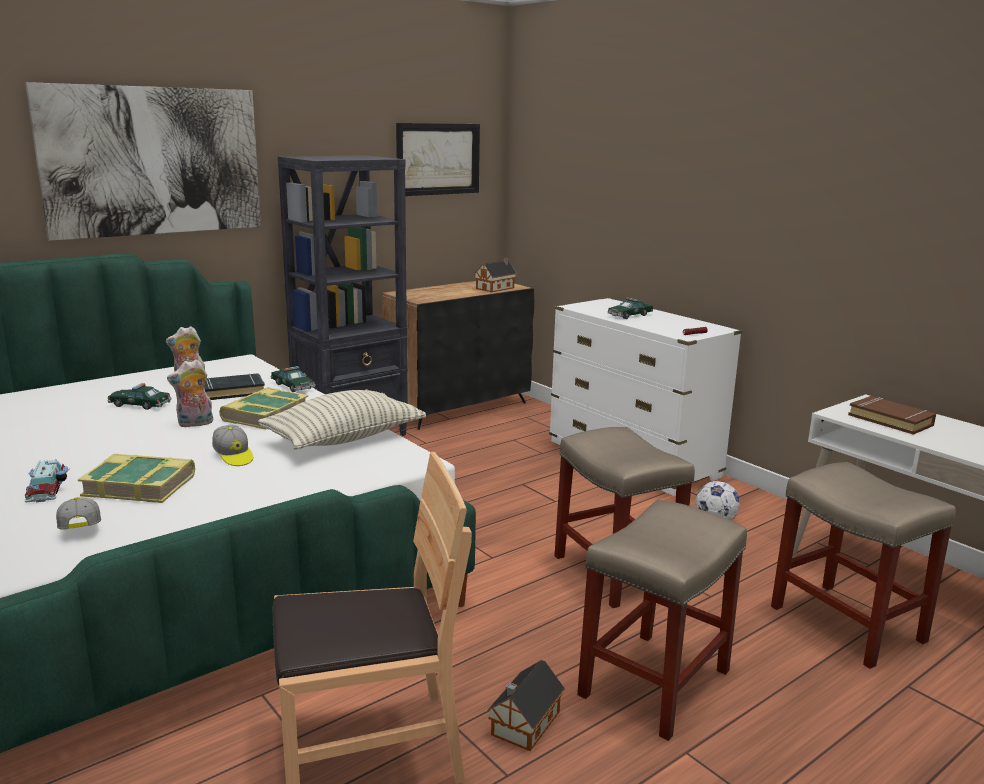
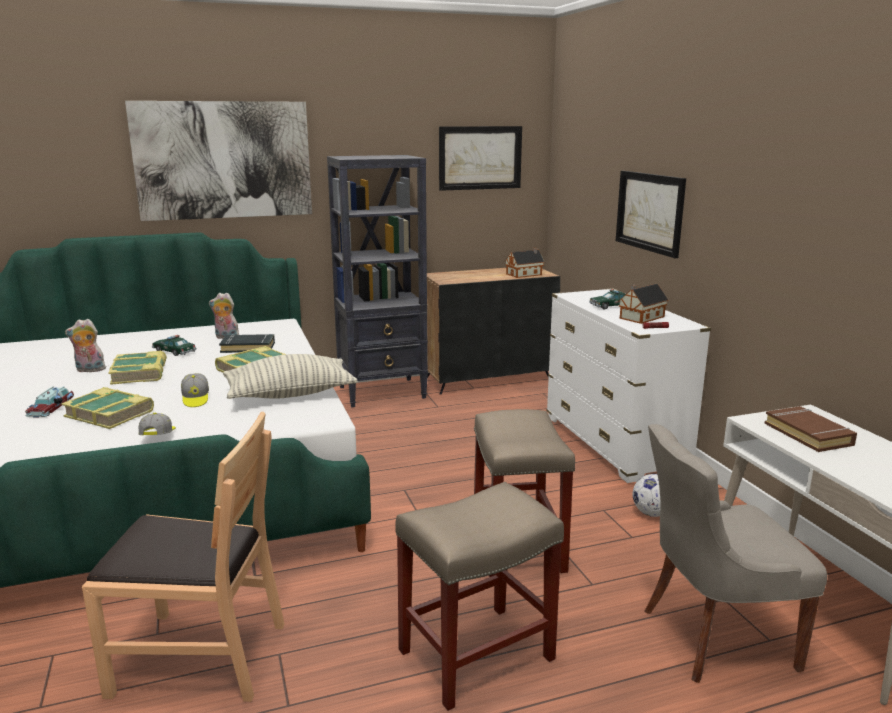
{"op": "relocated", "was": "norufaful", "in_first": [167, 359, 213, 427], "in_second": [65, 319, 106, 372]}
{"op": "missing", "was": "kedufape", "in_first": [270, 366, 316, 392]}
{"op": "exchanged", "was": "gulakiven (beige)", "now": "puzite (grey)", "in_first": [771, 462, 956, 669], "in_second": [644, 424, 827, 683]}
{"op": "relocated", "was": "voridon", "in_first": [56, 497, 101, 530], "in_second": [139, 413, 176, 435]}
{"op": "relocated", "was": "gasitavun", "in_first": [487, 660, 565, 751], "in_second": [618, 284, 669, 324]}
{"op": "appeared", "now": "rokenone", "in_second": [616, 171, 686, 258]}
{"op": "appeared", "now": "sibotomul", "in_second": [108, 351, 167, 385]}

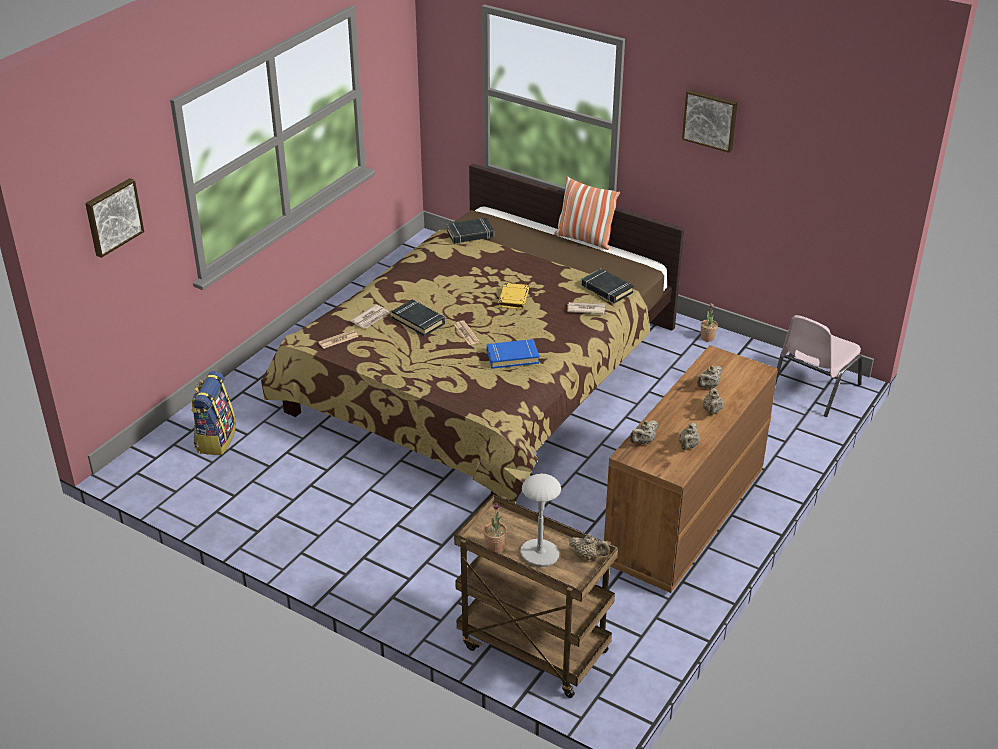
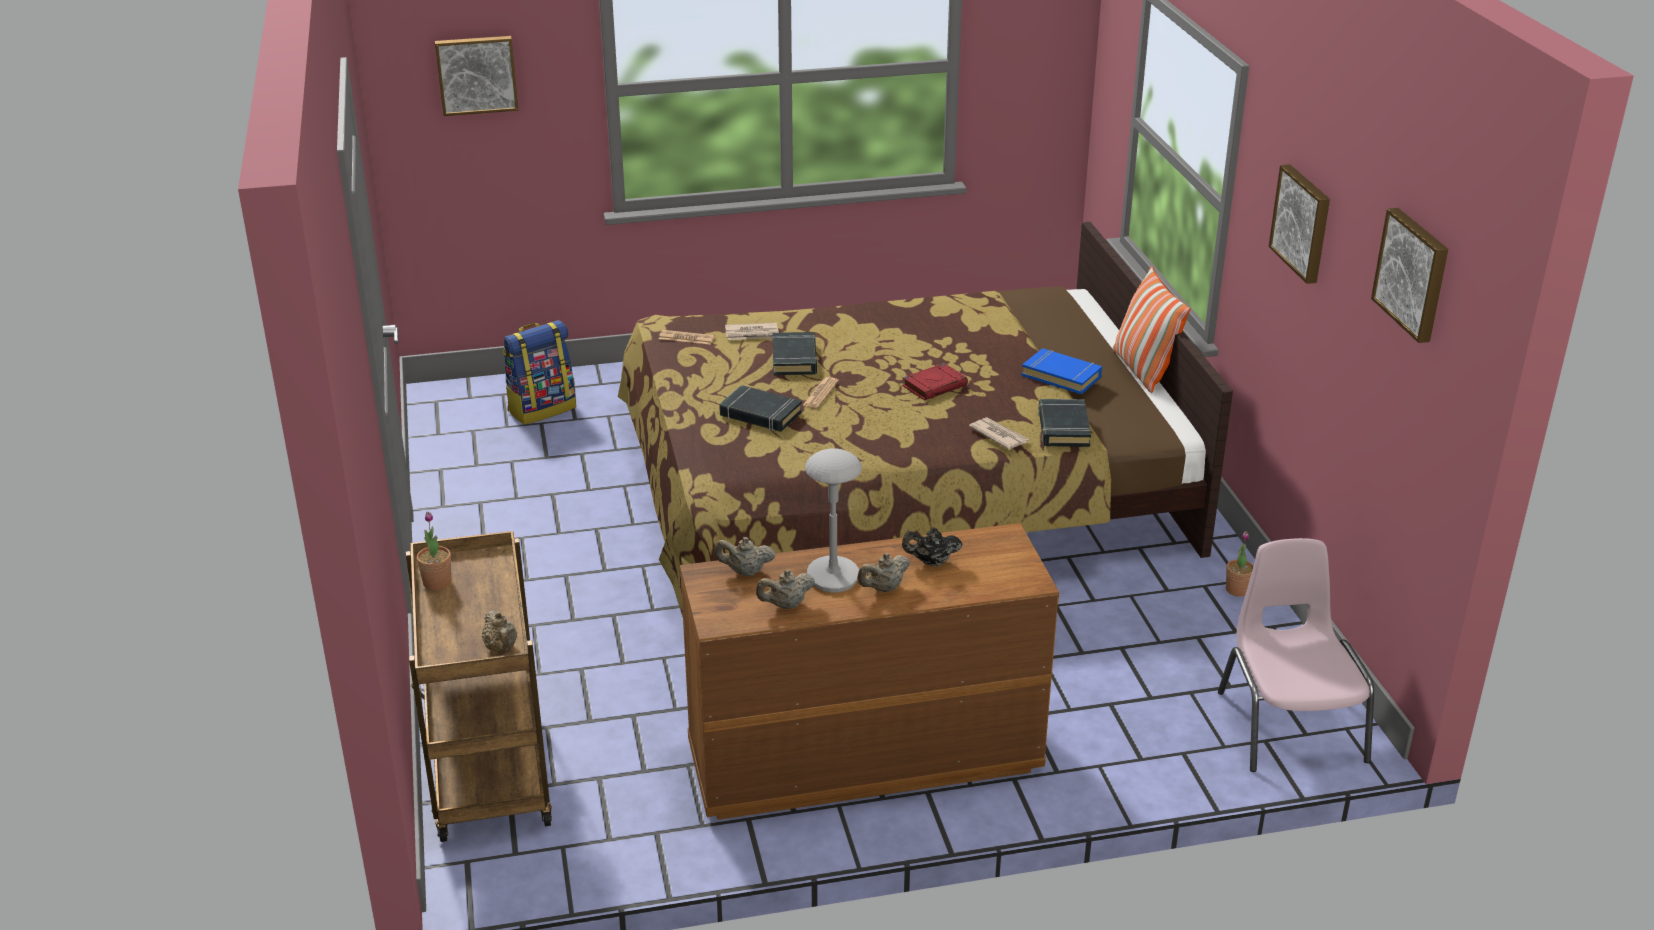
{"op": "relocated", "was": "sibotomul (black)", "in_first": [447, 218, 494, 244], "in_second": [719, 385, 802, 432]}
{"op": "colour", "was": "sibotomul (yellow)", "now": "sibotomul (red)", "in_first": [499, 283, 529, 309], "in_second": [902, 363, 968, 400]}
{"op": "spun", "was": "puzite (pink)", "in_first": [775, 315, 862, 417], "in_second": [1218, 538, 1374, 772], "clockwise": 90}
{"op": "relocated", "was": "sibotomul (blue)", "in_first": [487, 339, 539, 369], "in_second": [1021, 348, 1102, 394]}
{"op": "colour", "was": "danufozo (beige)", "now": "danufozo (black)", "in_first": [697, 366, 722, 389], "in_second": [902, 527, 963, 566]}
{"op": "relocated", "was": "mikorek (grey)", "in_first": [520, 473, 561, 567], "in_second": [805, 448, 862, 593]}
{"op": "appeared", "now": "rokenone", "in_second": [1371, 208, 1448, 343]}

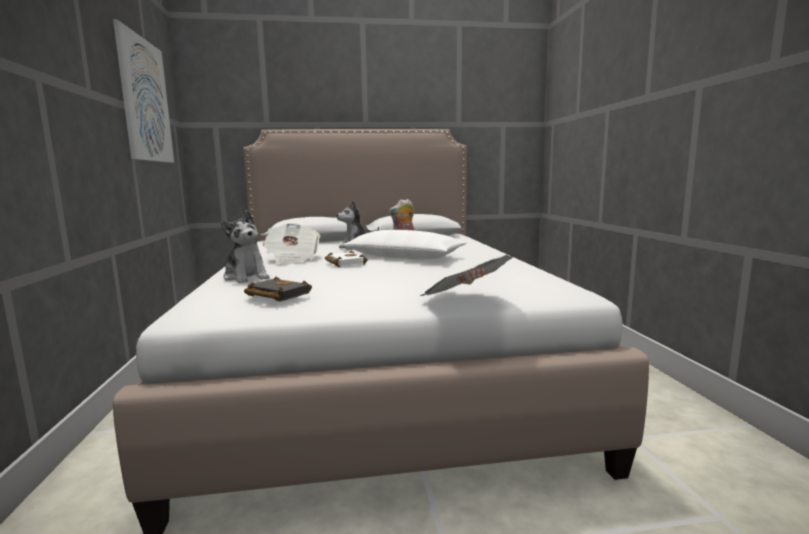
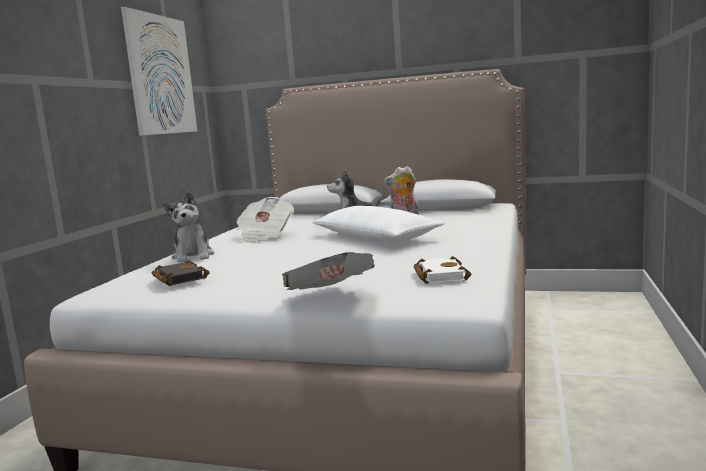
{"op": "relocated", "was": "sibotomul (white)", "in_first": [325, 251, 368, 267], "in_second": [414, 256, 471, 284]}

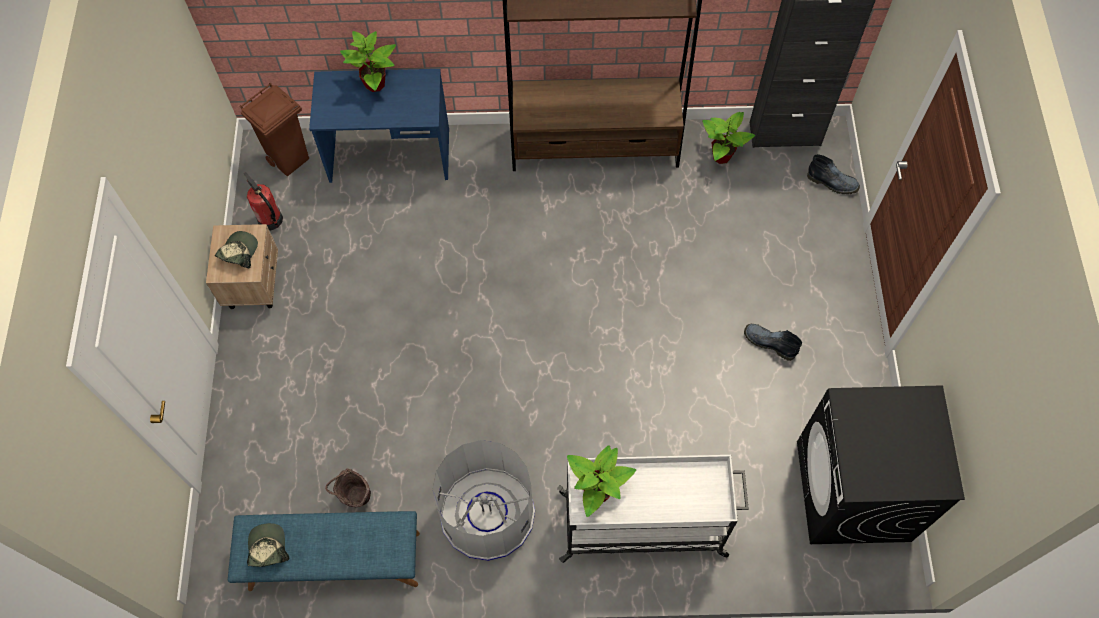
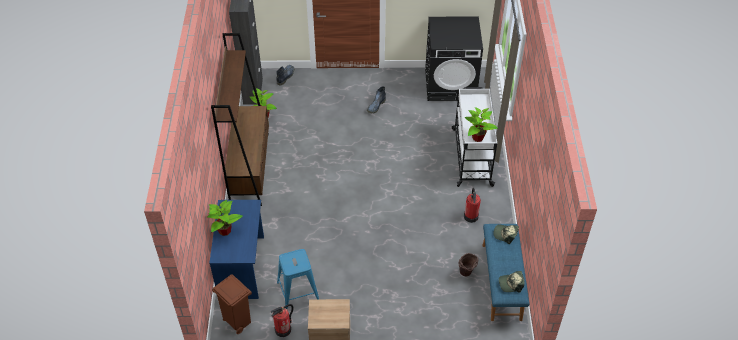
{"op": "relocated", "was": "voridon", "in_first": [215, 231, 258, 268], "in_second": [493, 224, 519, 244]}
{"op": "exchanged", "was": "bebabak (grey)", "now": "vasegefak", "in_first": [433, 440, 535, 561], "in_second": [464, 188, 481, 223]}
{"op": "appeared", "now": "gulakiven (blue)", "in_second": [277, 249, 319, 309]}

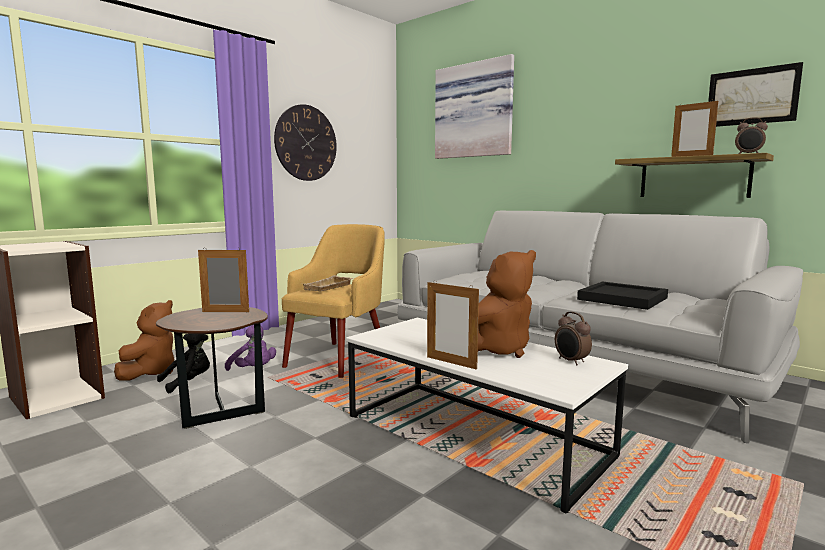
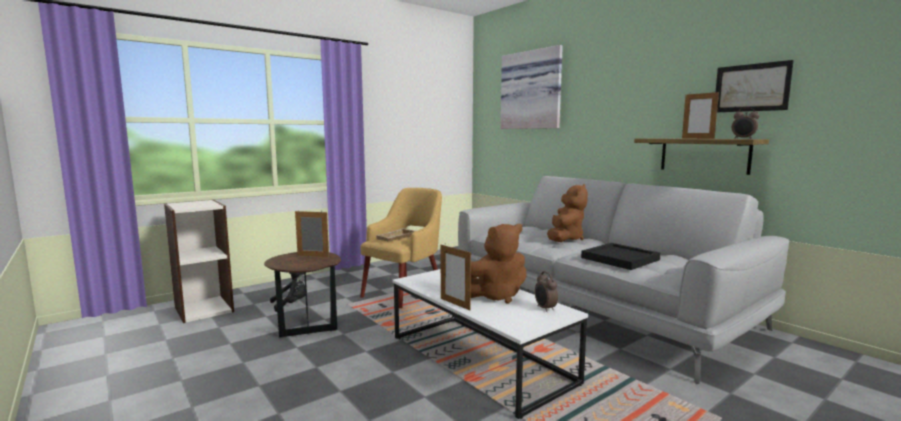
{"op": "missing", "was": "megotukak", "in_first": [274, 104, 337, 181]}
{"op": "relocated", "was": "norufaful (brown)", "in_first": [114, 300, 174, 381], "in_second": [547, 184, 588, 242]}
{"op": "missing", "was": "norufaful (purple)", "in_first": [225, 325, 276, 371]}

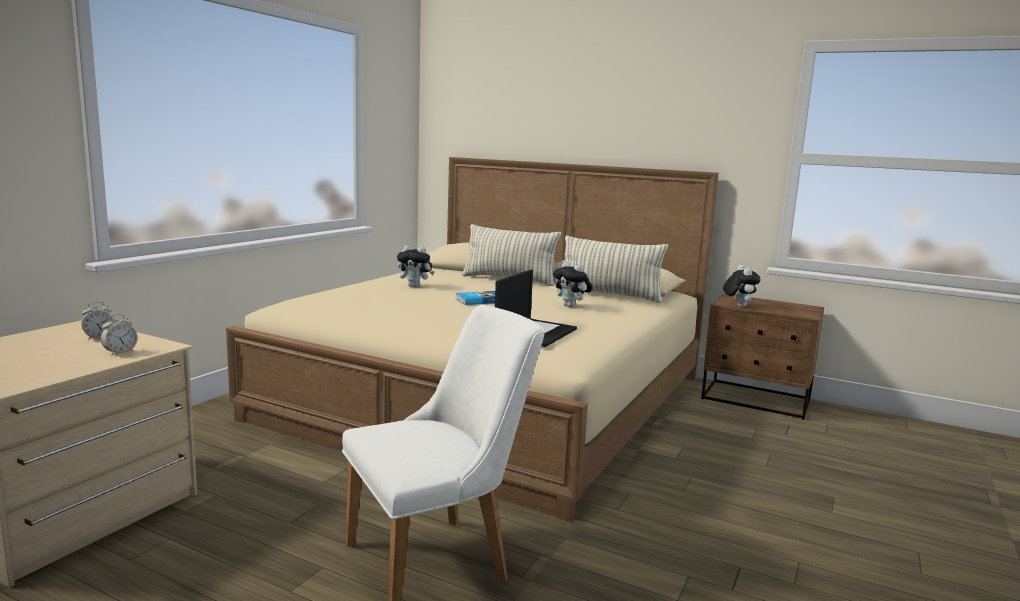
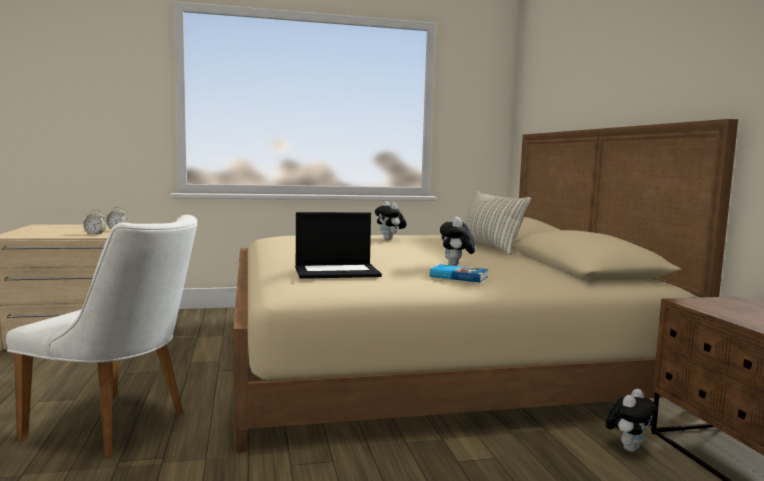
{"op": "missing", "was": "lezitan", "in_first": [557, 235, 668, 303]}
{"op": "relocated", "was": "norufaful", "in_first": [723, 265, 761, 308], "in_second": [605, 389, 657, 452]}
{"op": "relocated", "was": "sibotomul", "in_first": [456, 291, 495, 305], "in_second": [430, 264, 489, 282]}

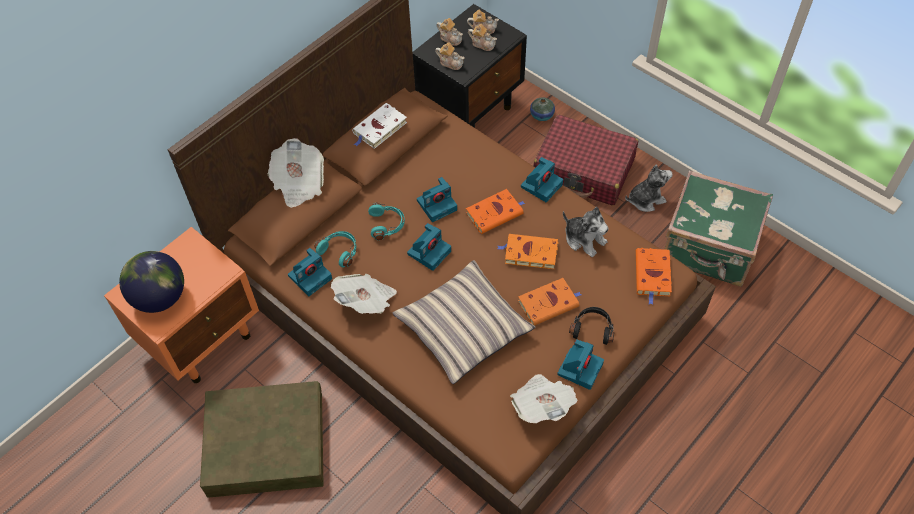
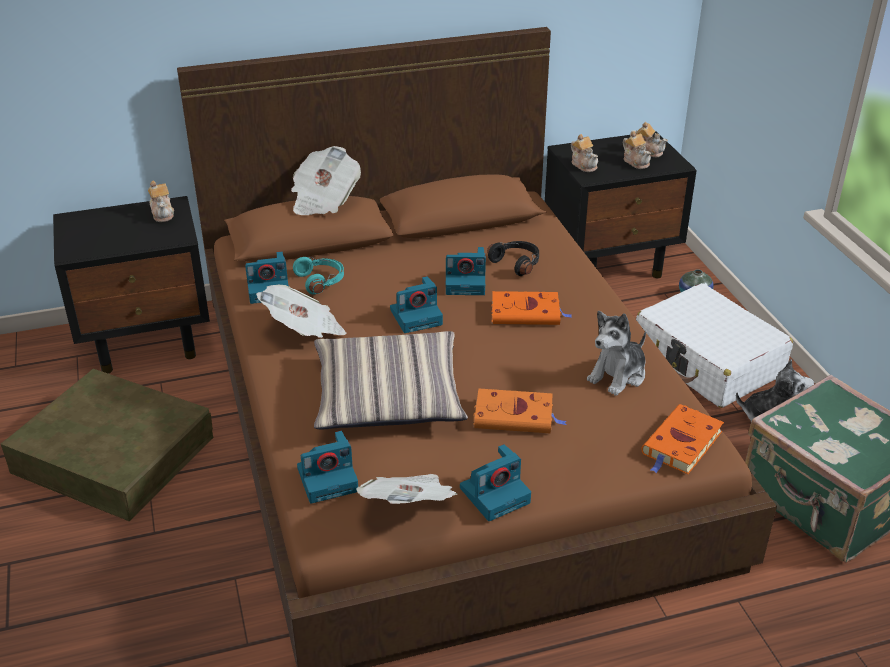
{"op": "relocated", "was": "danufozo", "in_first": [436, 18, 463, 46], "in_second": [148, 181, 174, 222]}
{"op": "missing", "was": "sibotomul (white)", "in_first": [352, 103, 407, 149]}
{"op": "colour", "was": "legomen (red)", "now": "legomen (white)", "in_first": [533, 115, 638, 206], "in_second": [636, 283, 793, 408]}
{"op": "relocated", "was": "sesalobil", "in_first": [521, 157, 563, 202], "in_second": [297, 431, 358, 504]}
{"op": "missing", "was": "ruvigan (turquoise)", "in_first": [368, 203, 405, 240]}
{"op": "spun", "was": "norufaful", "in_first": [563, 207, 609, 257], "in_second": [587, 311, 646, 396], "clockwise": 60}
{"op": "colour", "was": "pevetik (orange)", "now": "pevetik (black)", "in_first": [104, 227, 259, 383], "in_second": [53, 196, 210, 373]}
{"op": "missing", "was": "sibotomul (orange)", "in_first": [497, 234, 558, 269]}
{"op": "missing", "was": "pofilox", "in_first": [119, 251, 184, 313]}
{"op": "relocated", "was": "ruvigan (black)", "in_first": [569, 307, 614, 345], "in_second": [487, 241, 539, 276]}

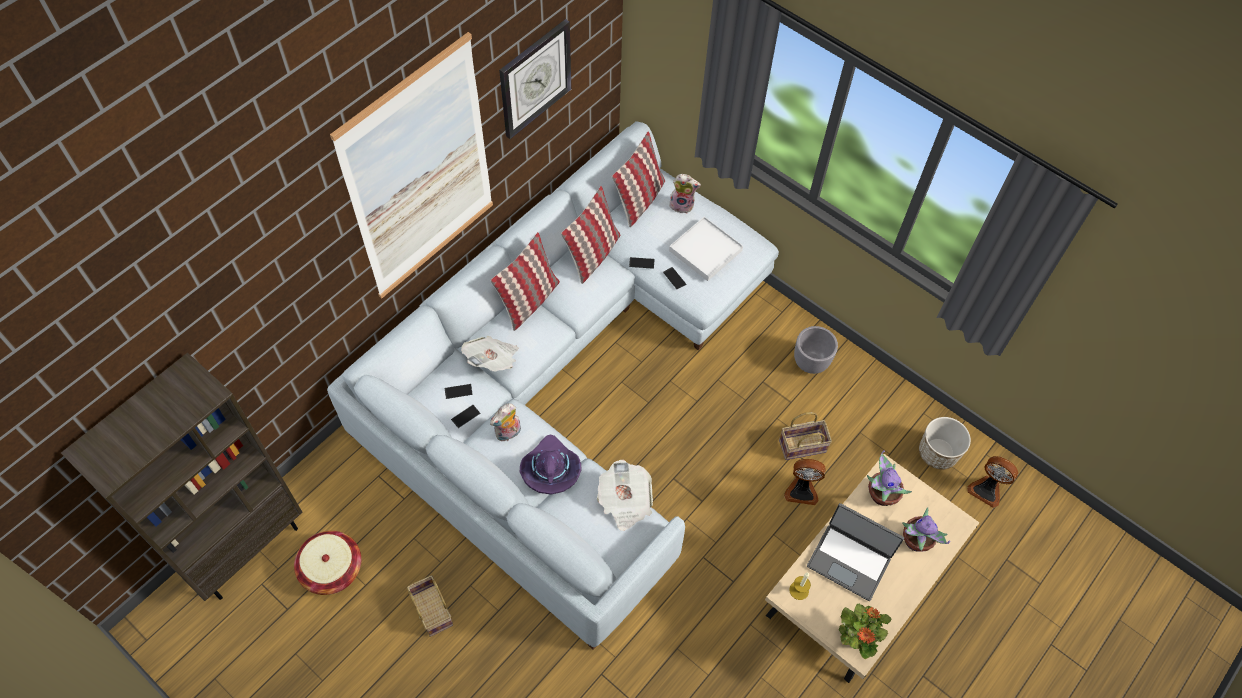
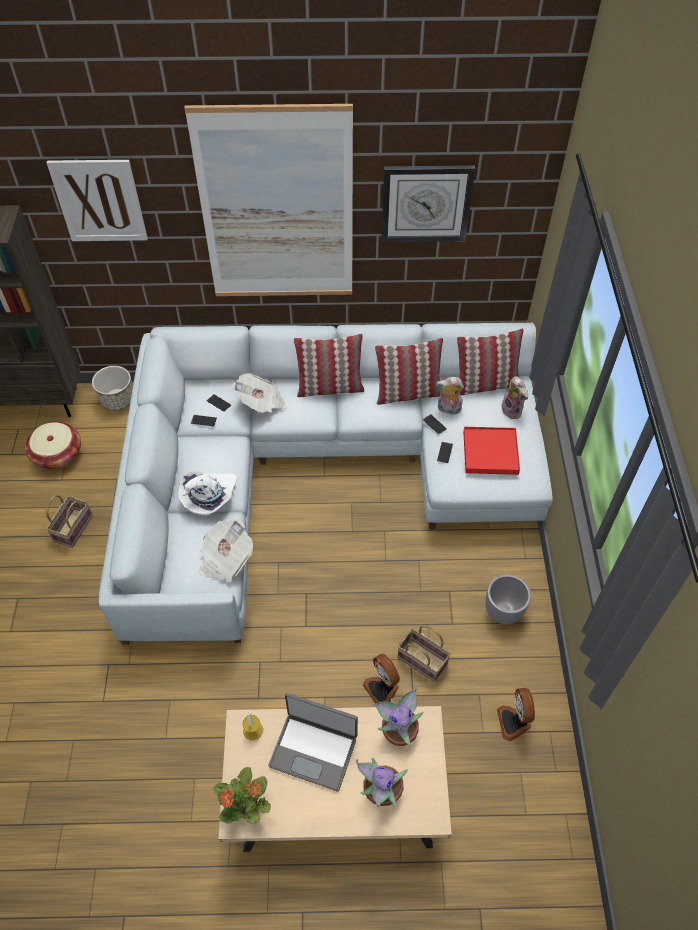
{"op": "colour", "was": "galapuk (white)", "now": "galapuk (red)", "in_first": [669, 217, 743, 281], "in_second": [463, 427, 520, 475]}
{"op": "relocated", "was": "norufaful", "in_first": [490, 403, 521, 441], "in_second": [436, 377, 464, 415]}
{"op": "relocated", "was": "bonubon", "in_first": [919, 417, 971, 470], "in_second": [92, 366, 133, 411]}
{"op": "colour", "was": "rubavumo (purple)", "now": "rubavumo (white)", "in_first": [520, 434, 582, 495], "in_second": [179, 470, 237, 516]}
{"op": "relocated", "was": "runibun", "in_first": [967, 456, 1018, 508], "in_second": [497, 688, 535, 741]}
{"op": "spun", "was": "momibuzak", "in_first": [807, 503, 904, 601], "in_second": [268, 693, 358, 791], "clockwise": -60}
{"op": "appeared", "now": "rokenone", "in_second": [47, 160, 148, 241]}

